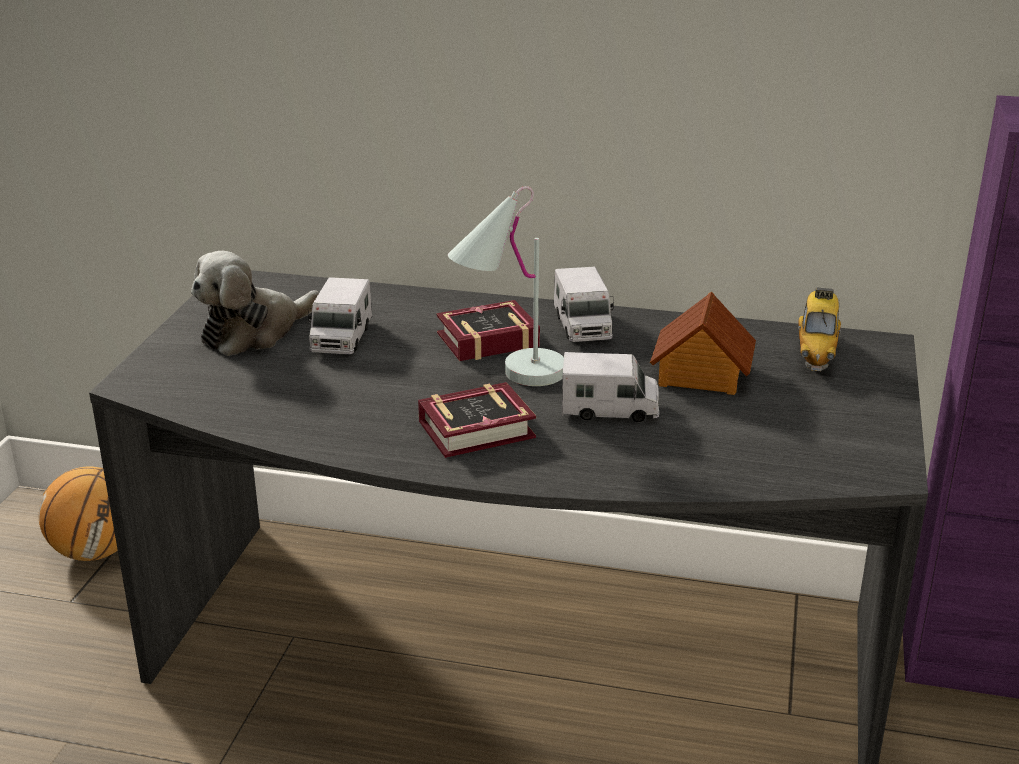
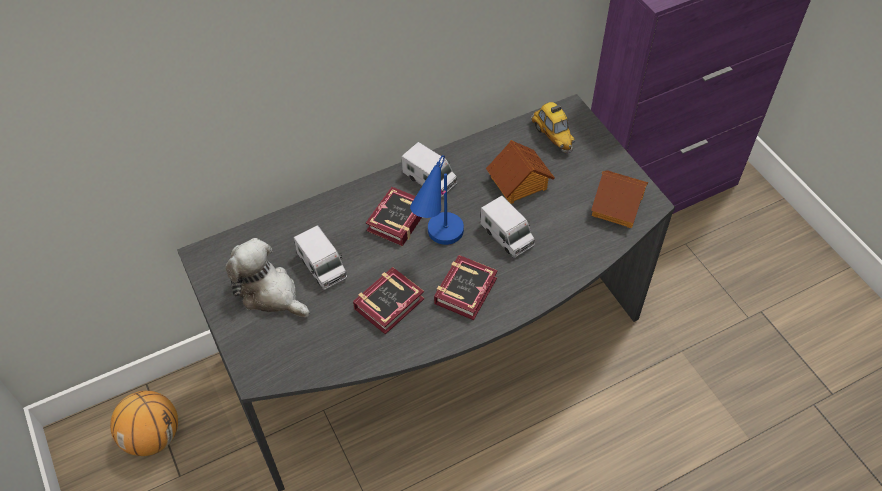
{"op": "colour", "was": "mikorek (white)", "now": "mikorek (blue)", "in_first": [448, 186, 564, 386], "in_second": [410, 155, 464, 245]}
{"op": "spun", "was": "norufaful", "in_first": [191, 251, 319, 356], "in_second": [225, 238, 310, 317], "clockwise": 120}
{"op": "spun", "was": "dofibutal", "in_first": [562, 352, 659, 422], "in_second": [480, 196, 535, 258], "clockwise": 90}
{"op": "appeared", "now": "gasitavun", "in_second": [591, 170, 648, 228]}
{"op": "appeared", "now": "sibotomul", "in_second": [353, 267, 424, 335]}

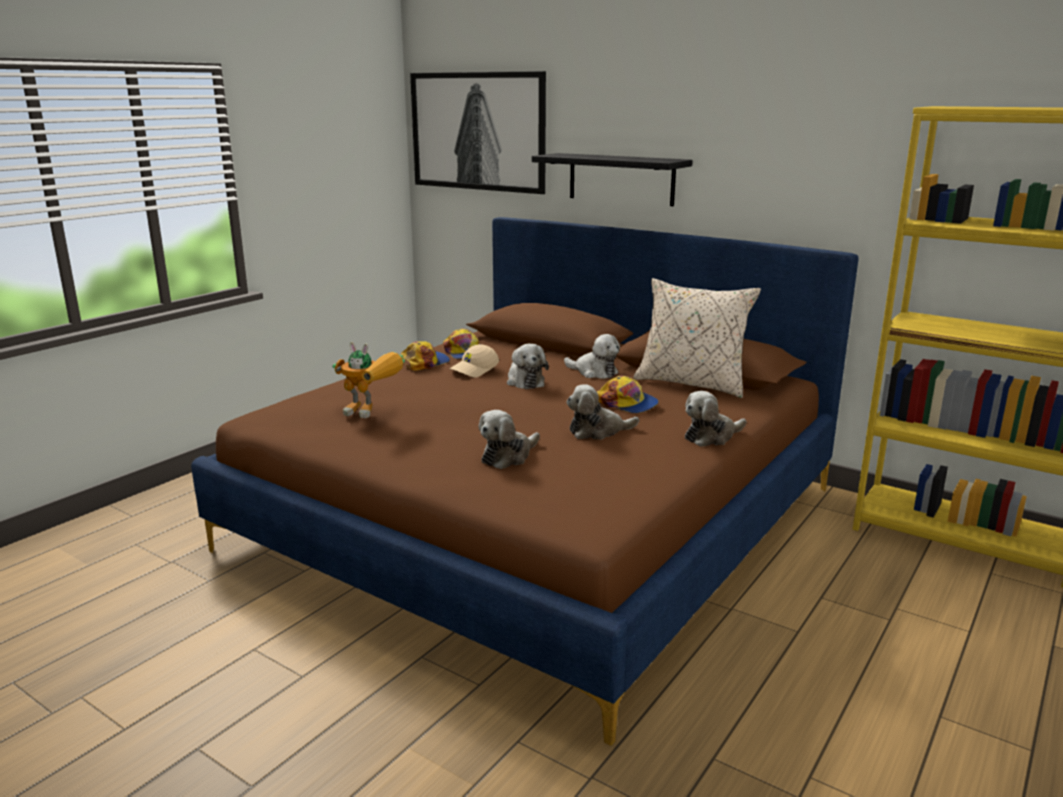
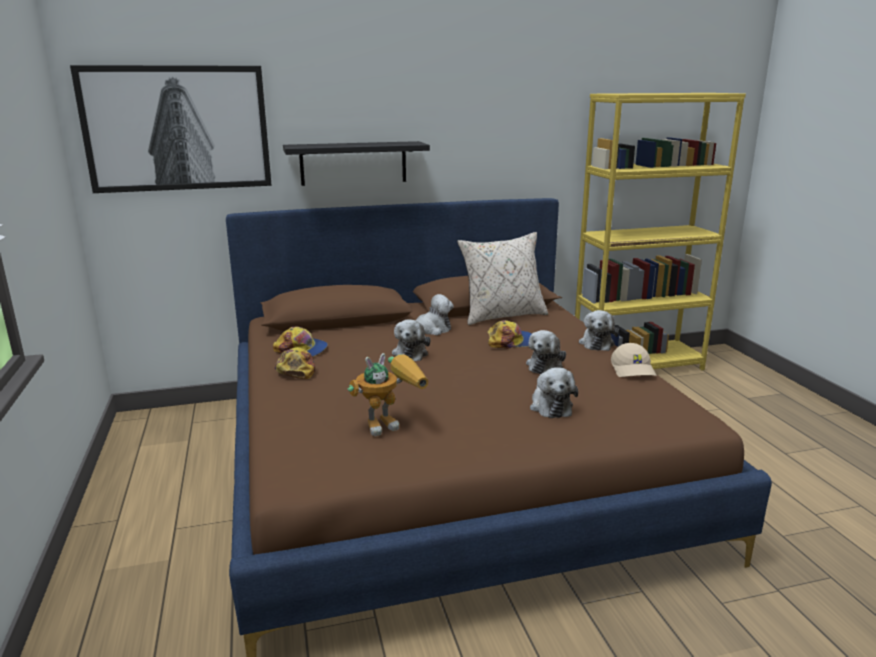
{"op": "relocated", "was": "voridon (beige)", "in_first": [449, 344, 499, 378], "in_second": [611, 343, 657, 377]}
{"op": "spun", "was": "norufaful", "in_first": [507, 344, 549, 389], "in_second": [392, 319, 430, 361], "clockwise": 75}

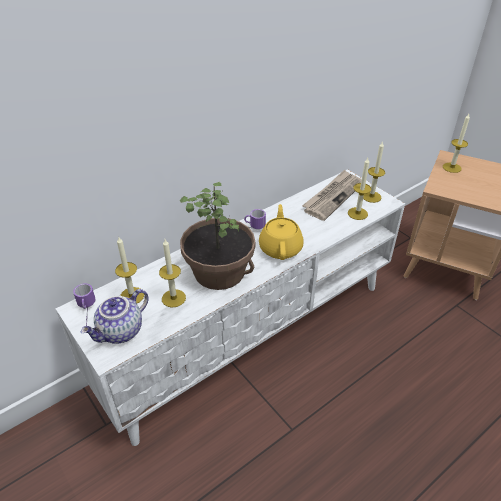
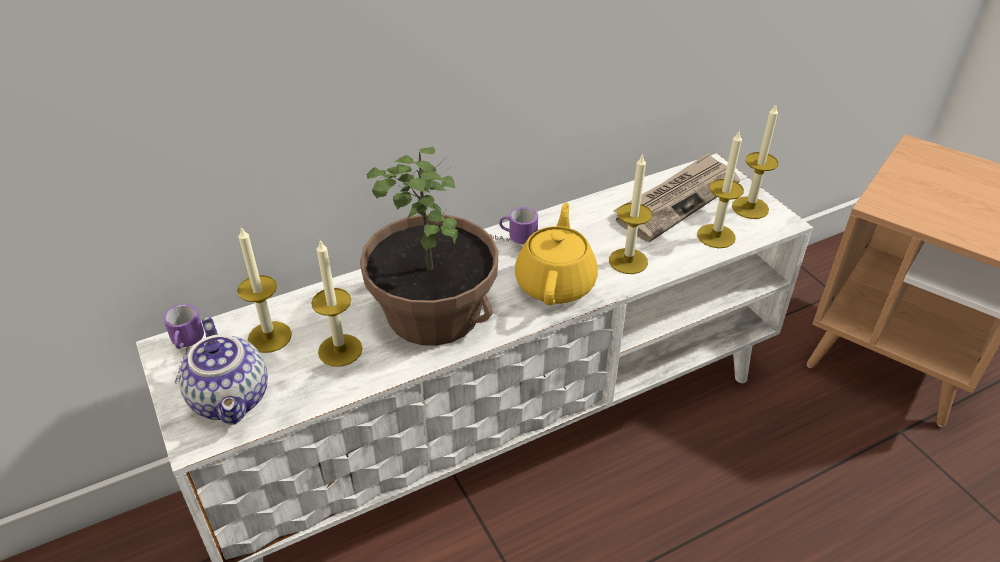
{"op": "relocated", "was": "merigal", "in_first": [443, 114, 470, 173], "in_second": [609, 154, 652, 274]}
{"op": "spun", "was": "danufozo", "in_first": [81, 289, 149, 344], "in_second": [178, 317, 268, 425], "clockwise": -75}

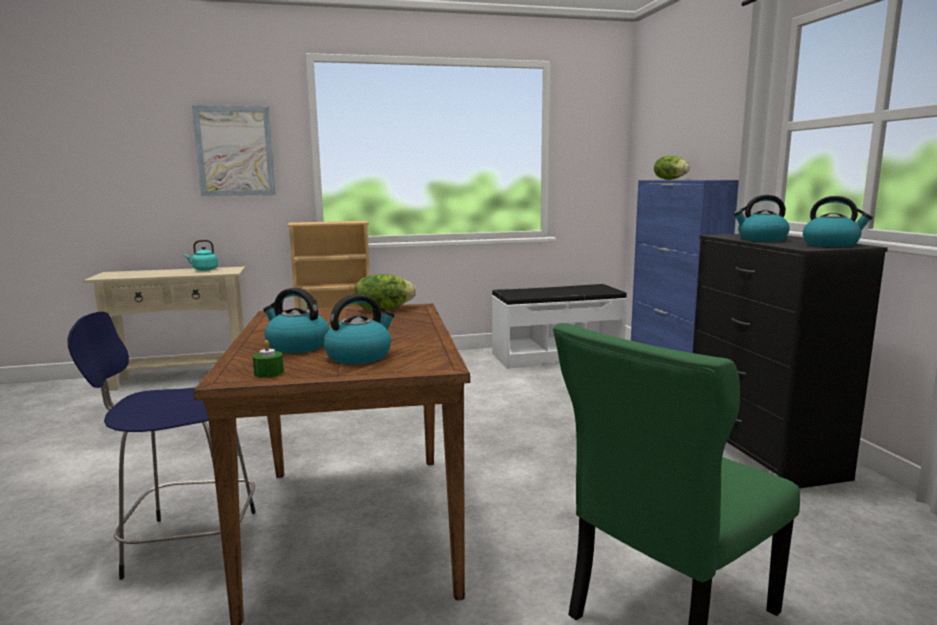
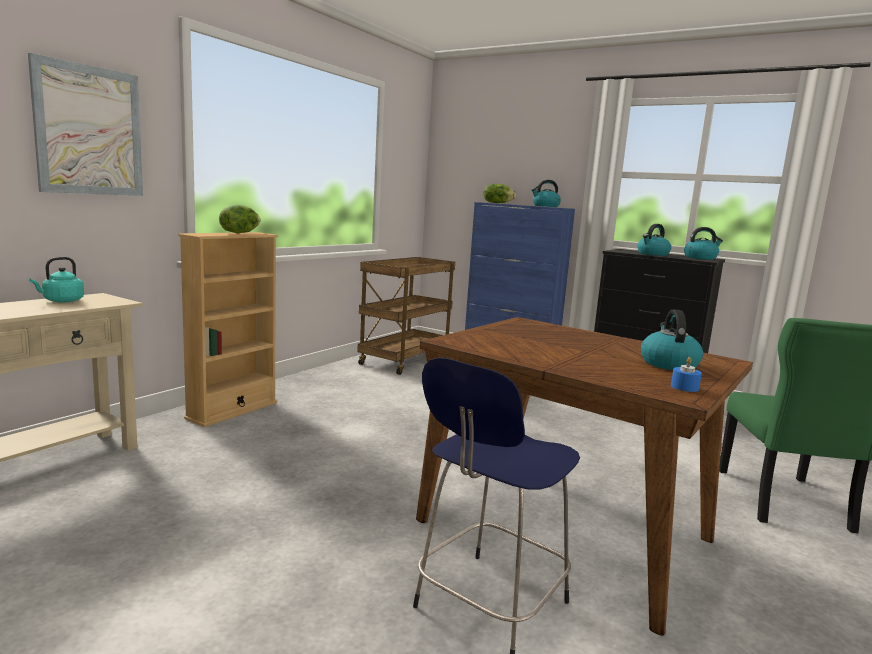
{"op": "relocated", "was": "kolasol", "in_first": [354, 274, 416, 310], "in_second": [219, 205, 260, 233]}
{"op": "exchanged", "was": "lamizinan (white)", "now": "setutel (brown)", "in_first": [492, 284, 627, 369], "in_second": [357, 257, 455, 375]}
{"op": "relocated", "was": "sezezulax", "in_first": [263, 288, 329, 353], "in_second": [531, 180, 561, 207]}
{"op": "colour", "was": "merigal (green)", "now": "merigal (blue)", "in_first": [252, 340, 284, 378], "in_second": [671, 357, 702, 392]}

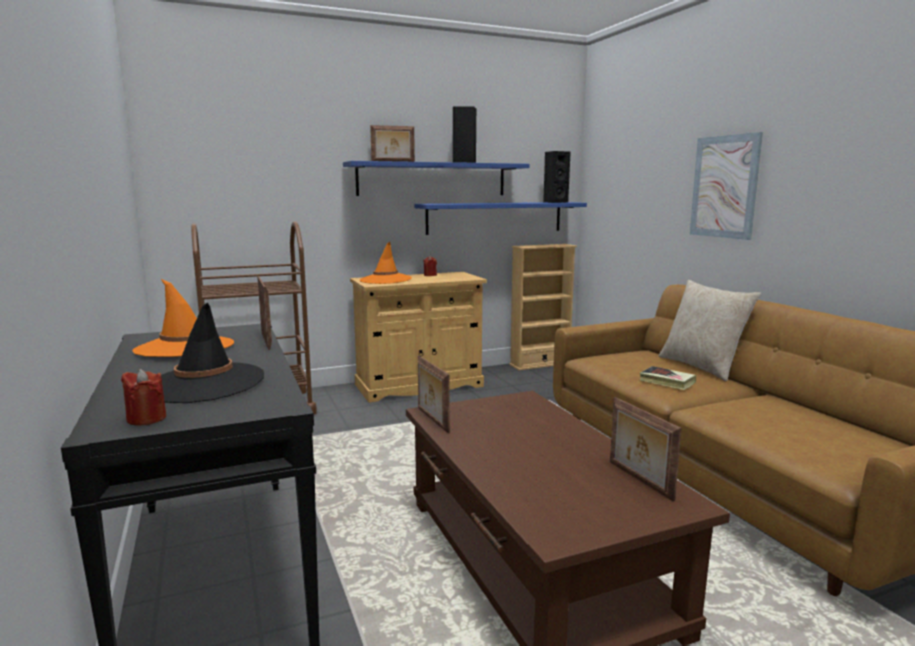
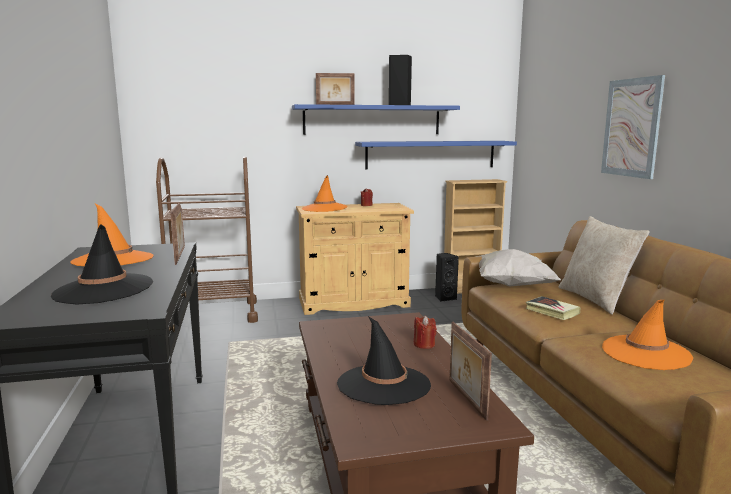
{"op": "relocated", "was": "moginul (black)", "in_first": [543, 151, 571, 203], "in_second": [435, 253, 459, 302]}
{"op": "missing", "was": "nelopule", "in_first": [418, 356, 450, 433]}
{"op": "relocated", "was": "merigal (red)", "in_first": [121, 369, 166, 426], "in_second": [414, 316, 437, 349]}
{"op": "appeared", "now": "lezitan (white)", "in_second": [475, 249, 561, 287]}
{"op": "appeared", "now": "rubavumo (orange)", "in_second": [602, 300, 693, 370]}
{"op": "appeared", "now": "rubavumo (black)", "in_second": [337, 316, 431, 405]}

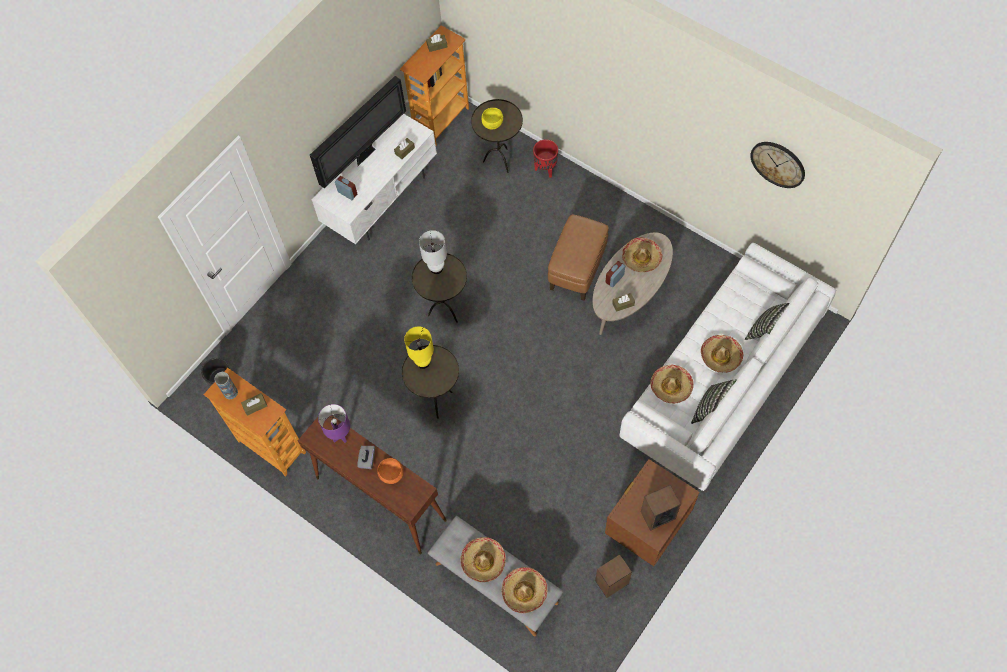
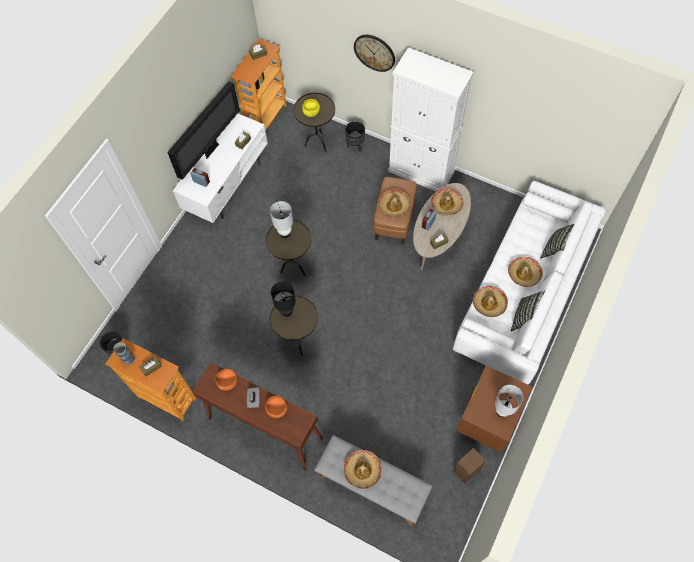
{"op": "colour", "was": "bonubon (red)", "now": "bonubon (black)", "in_first": [533, 139, 558, 178], "in_second": [345, 121, 365, 152]}
{"op": "relocated", "was": "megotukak", "in_first": [750, 142, 805, 188], "in_second": [354, 35, 395, 72]}
{"op": "colour", "was": "mikorek (yellow)", "now": "mikorek (black)", "in_first": [404, 326, 434, 369], "in_second": [271, 282, 296, 317]}
{"op": "exchanged", "was": "mikorek (purple)", "now": "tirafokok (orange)", "in_first": [318, 404, 350, 443], "in_second": [215, 369, 238, 391]}
{"op": "exchanged", "was": "moginul", "now": "mikorek (white)", "in_first": [641, 485, 681, 531], "in_second": [495, 385, 523, 417]}
{"op": "relocated", "was": "rubavumo", "in_first": [502, 567, 548, 613], "in_second": [378, 189, 411, 217]}
{"op": "appeared", "now": "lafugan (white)", "in_second": [388, 47, 474, 191]}

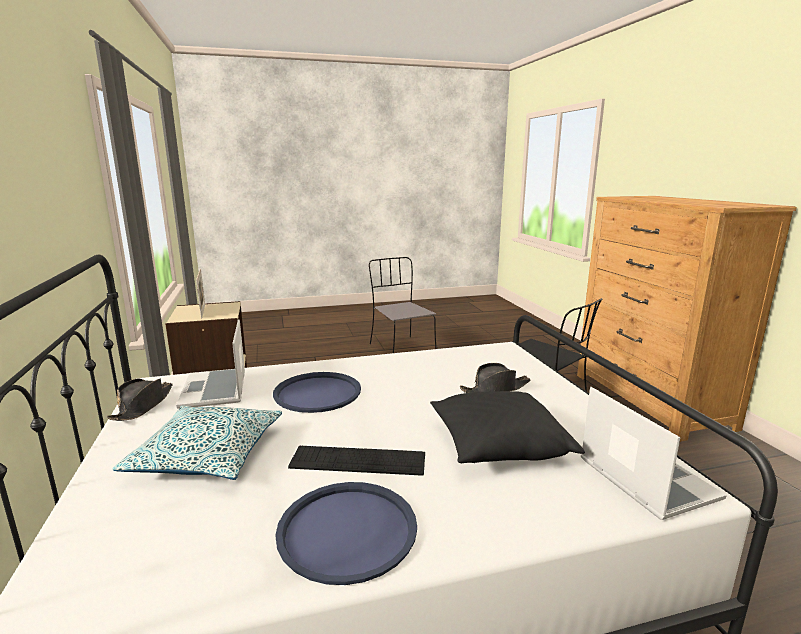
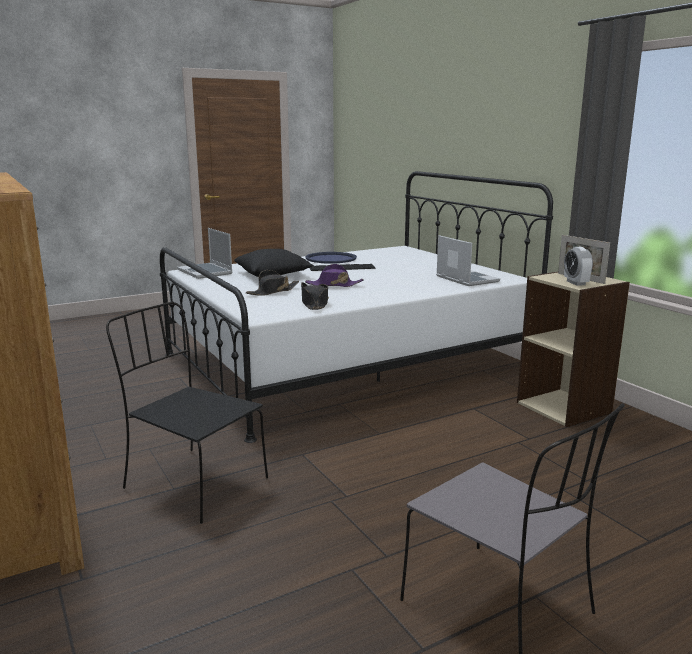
{"op": "missing", "was": "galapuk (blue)", "in_first": [273, 372, 361, 413]}
{"op": "relocated", "was": "rubavumo (black)", "in_first": [107, 379, 173, 421], "in_second": [301, 282, 329, 310]}
{"op": "missing", "was": "lezitan", "in_first": [112, 406, 282, 480]}
{"op": "appeared", "now": "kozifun", "in_second": [564, 247, 593, 286]}
{"op": "appeared", "now": "rubavumo (purple)", "in_second": [305, 264, 364, 287]}

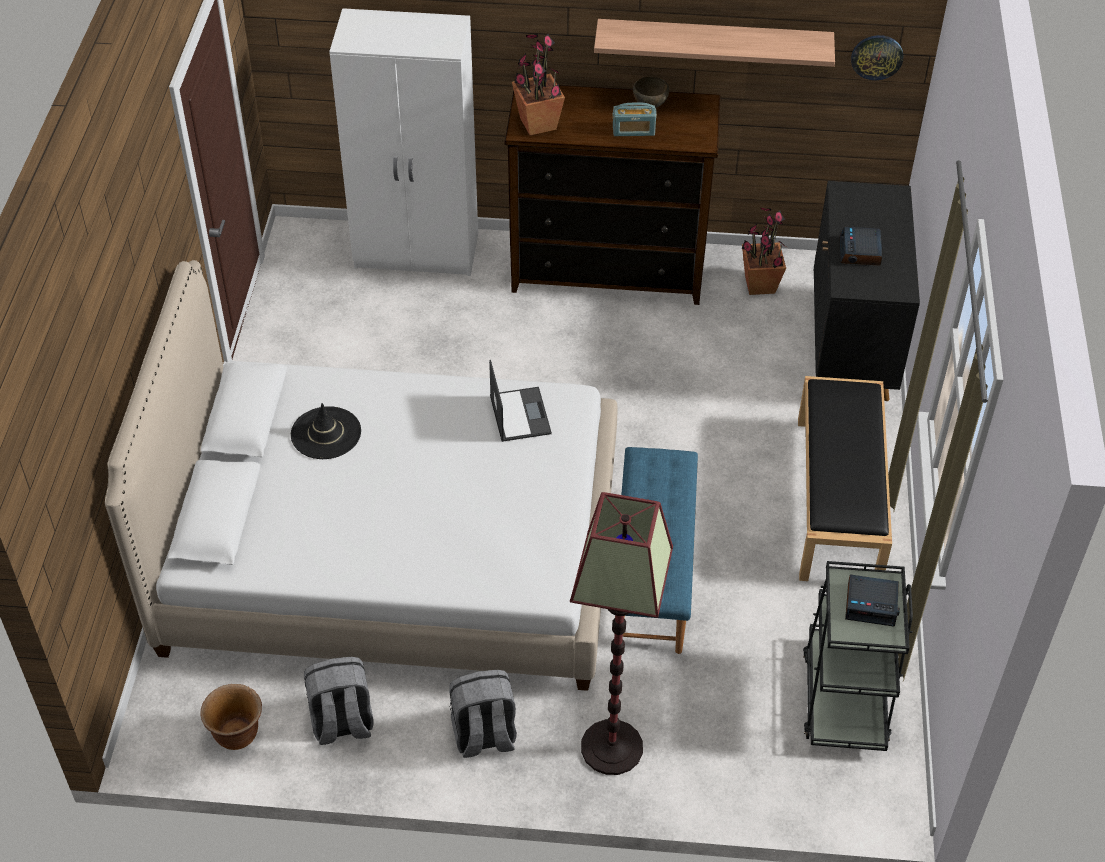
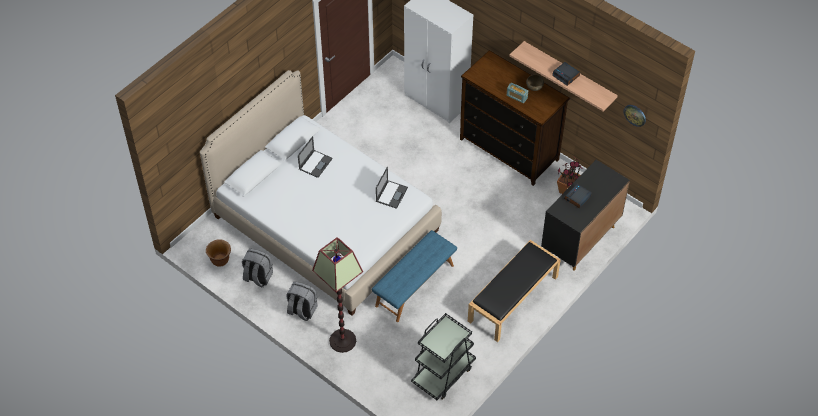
{"op": "missing", "was": "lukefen", "in_first": [512, 34, 565, 135]}
{"op": "exchanged", "was": "rubavumo (black)", "now": "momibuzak", "in_first": [291, 403, 361, 459], "in_second": [298, 136, 333, 178]}
{"op": "relocated", "was": "kozifun", "in_first": [845, 574, 900, 627], "in_second": [552, 62, 580, 86]}

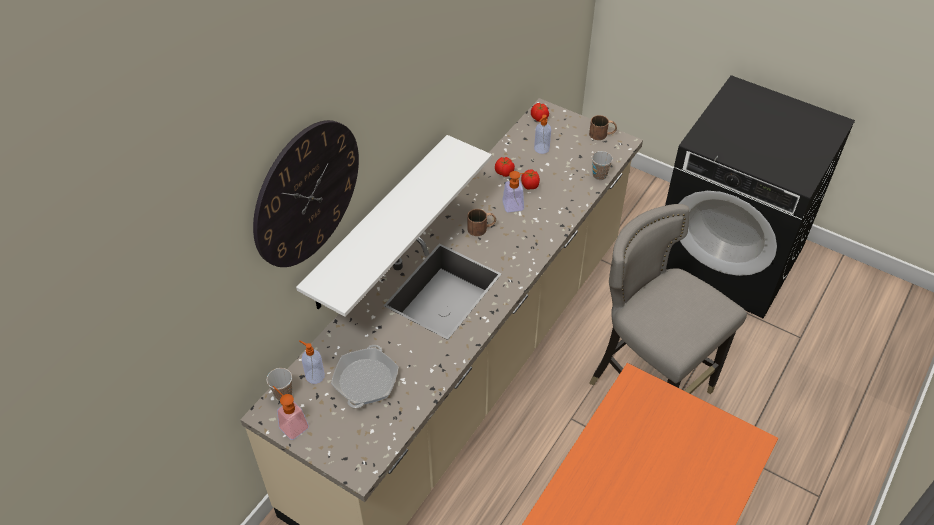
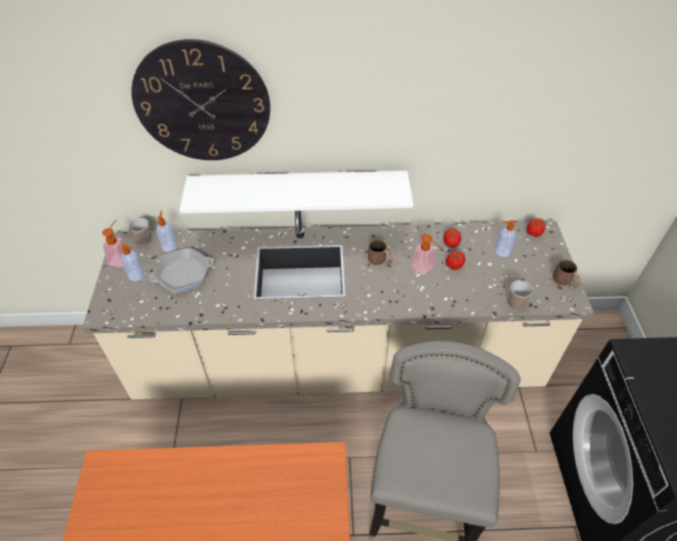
{"op": "appeared", "now": "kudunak", "in_second": [121, 244, 144, 281]}

